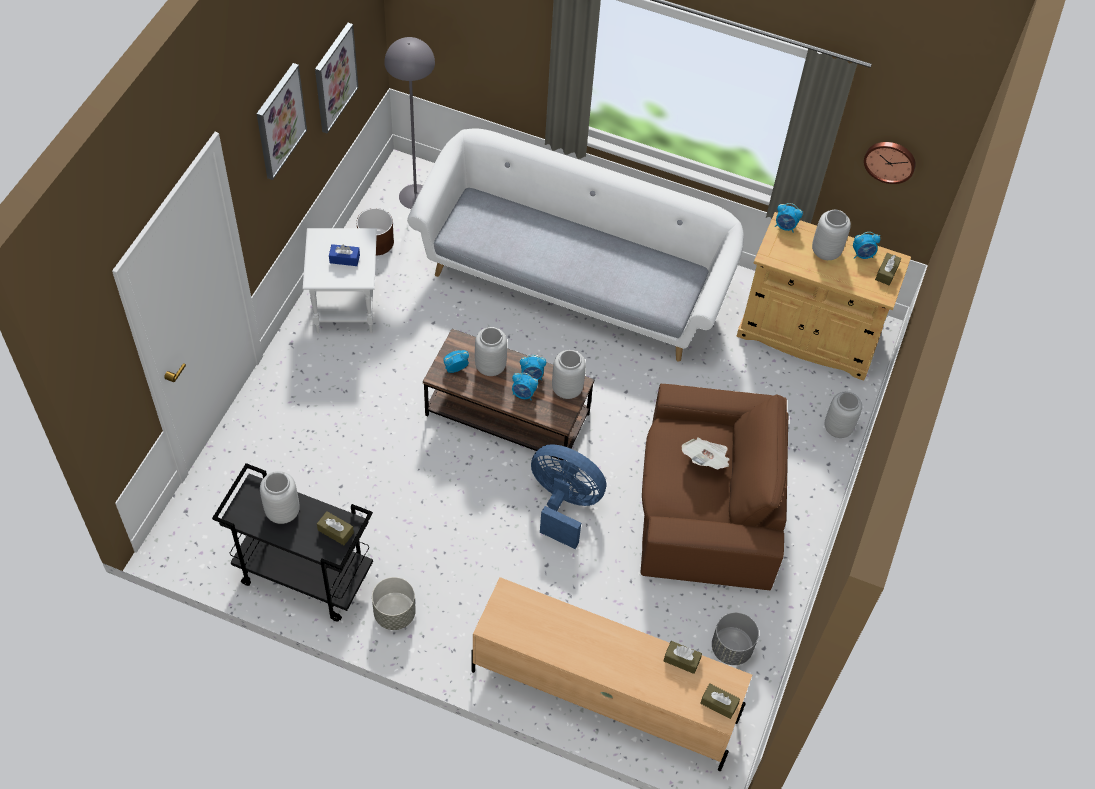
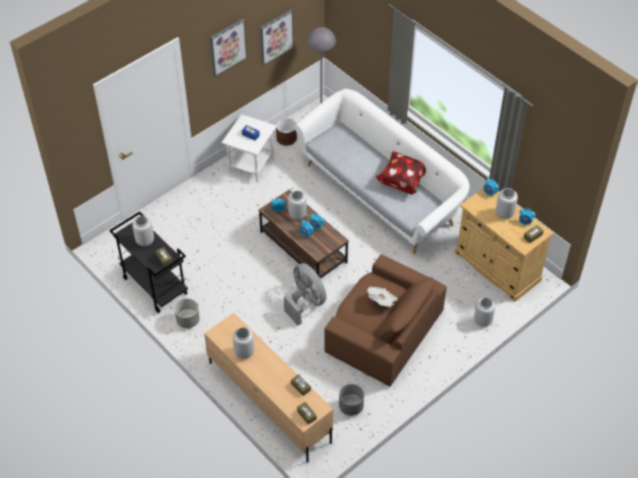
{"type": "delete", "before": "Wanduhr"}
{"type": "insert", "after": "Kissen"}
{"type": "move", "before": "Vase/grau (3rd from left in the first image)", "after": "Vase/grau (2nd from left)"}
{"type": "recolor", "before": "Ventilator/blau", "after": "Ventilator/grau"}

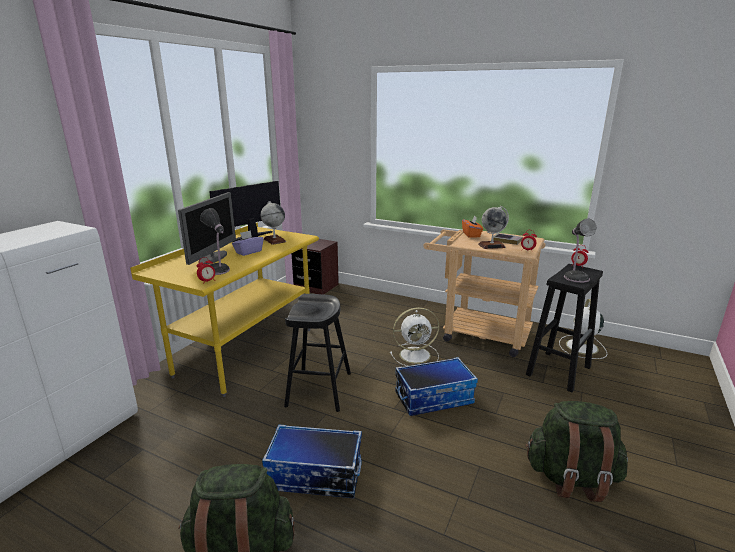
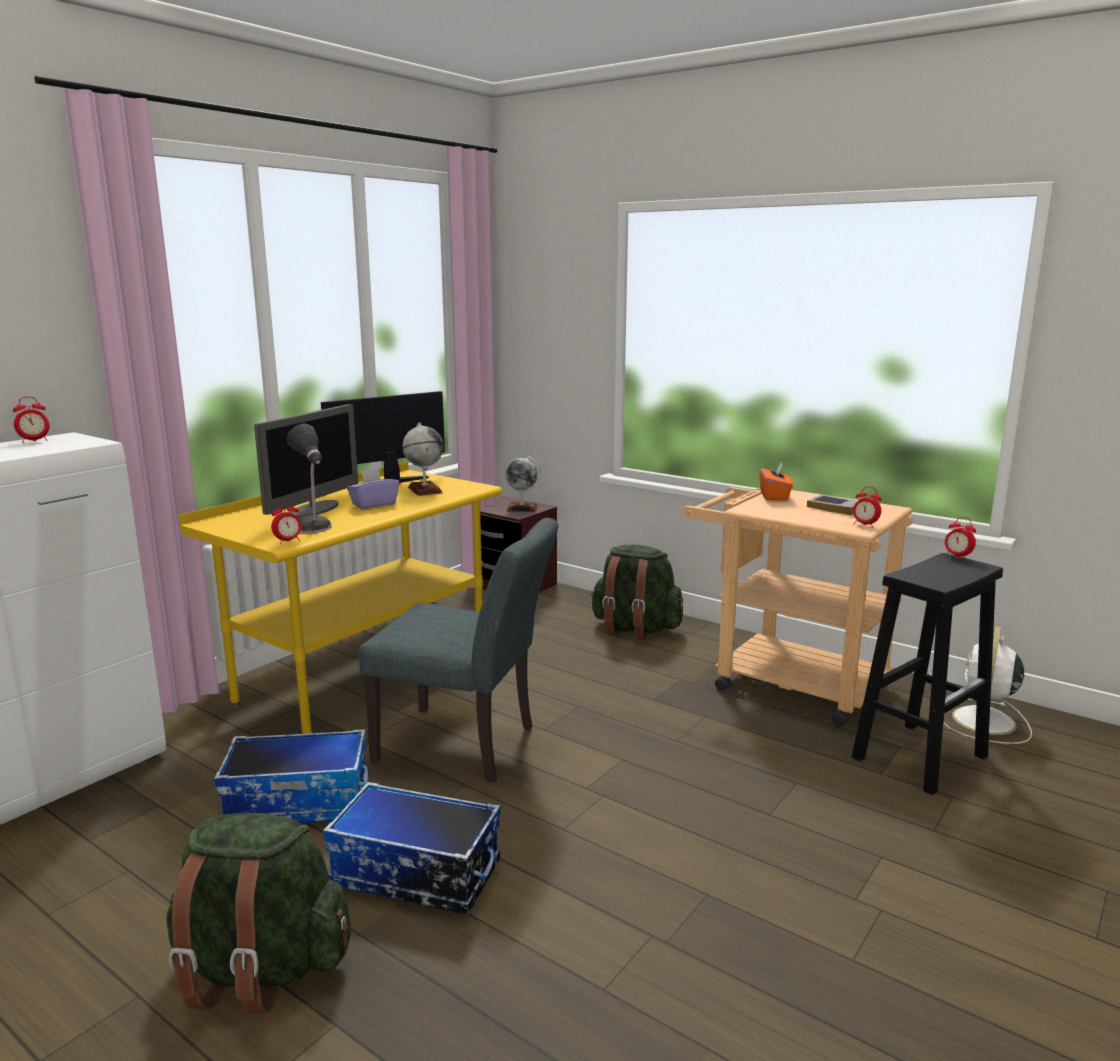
{"type": "delete", "before": "Ventilator/weiß (1st from left)"}
{"type": "delete", "before": "Tischlampe (2nd from left)"}
{"type": "insert", "after": "Wecker (1st from left)"}
{"type": "move", "before": "Aufbewahrungsbox (2nd from left in the first image)", "after": "Aufbewahrungsbox (1st from left)"}
{"type": "move", "before": "Globus (2nd from left)"}
{"type": "move", "before": "Rucksack/grün (2nd from left)"}
{"type": "replace", "before": "Hocker/schwarz (1st from left)", "after": "Stuhl/grau"}

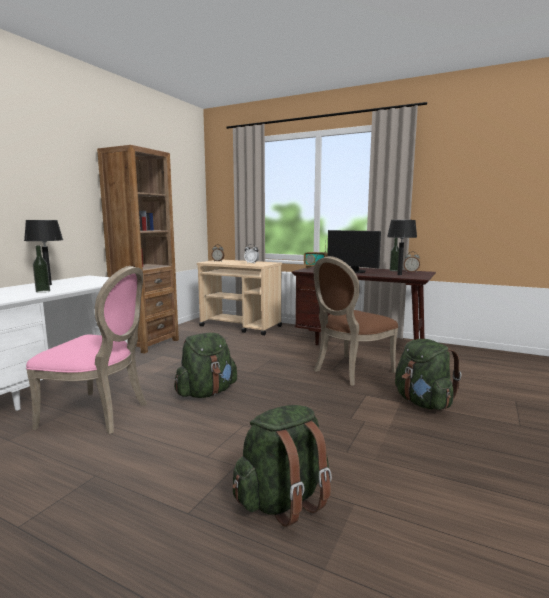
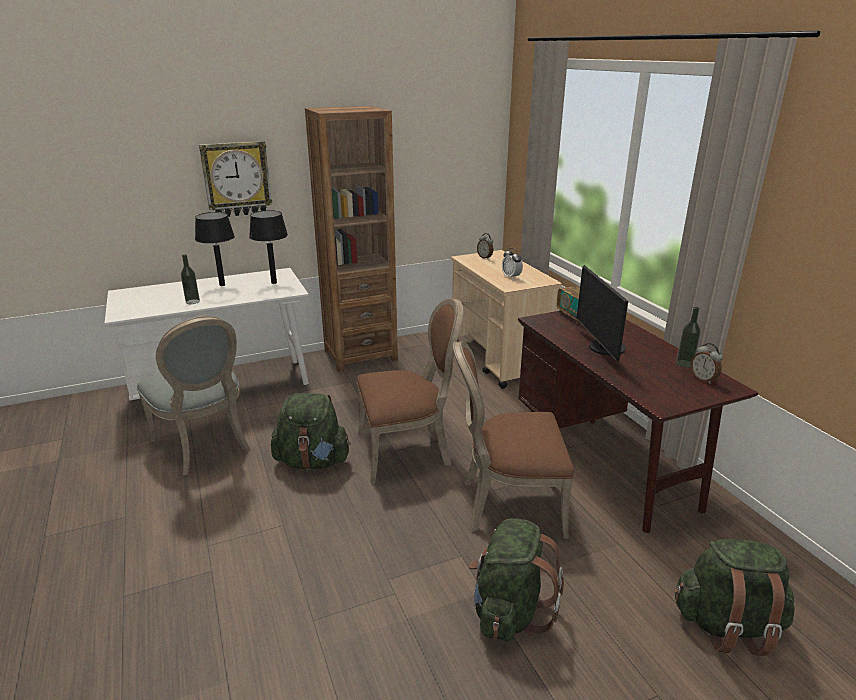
{"type": "insert", "after": "Wanduhr"}
{"type": "insert", "after": "Stuhl/braun (1st from left)"}
{"type": "move", "before": "Rucksack/grün (2nd from left in the first image)", "after": "Rucksack/grün (3rd from left)"}
{"type": "move", "before": "Tischlampe/schwarz (2nd from left)"}
{"type": "recolor", "before": "Stuhl/rosa", "after": "Stuhl/grau"}

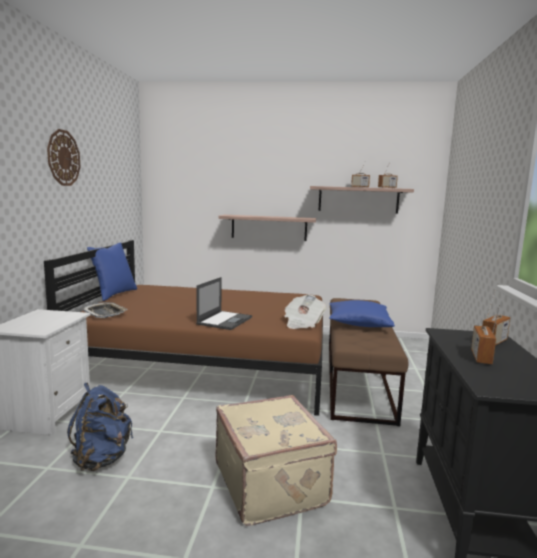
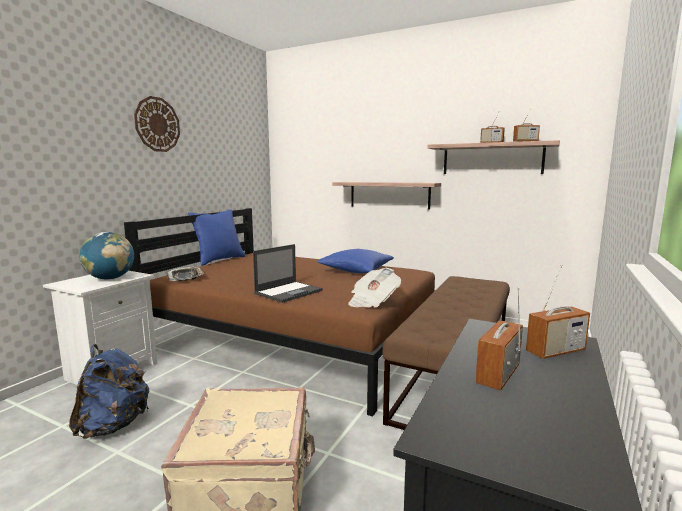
{"type": "insert", "after": "Globus"}
{"type": "move", "before": "Kissen/blau (2nd from left)"}

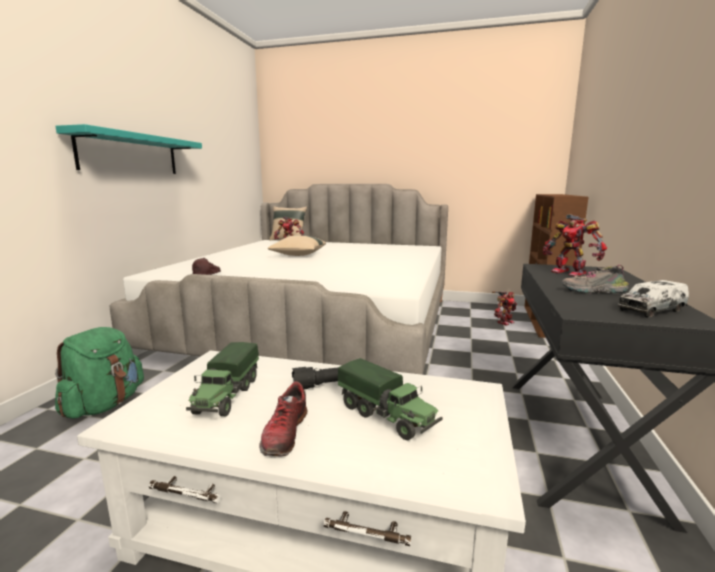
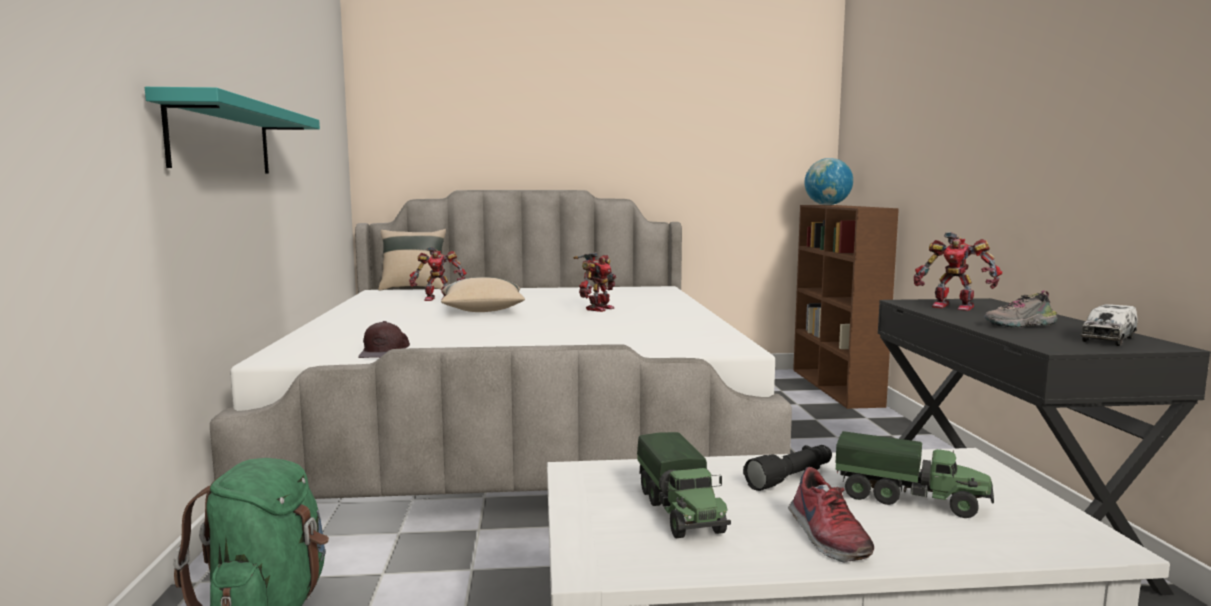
{"type": "insert", "after": "Globus"}
{"type": "move", "before": "Spielzeugroboter (2nd from left)"}

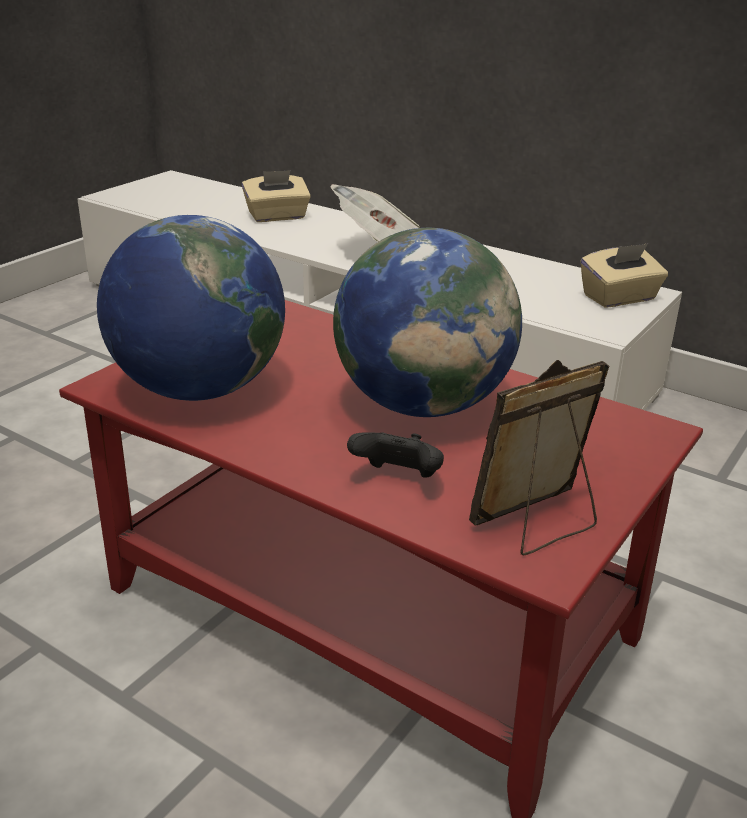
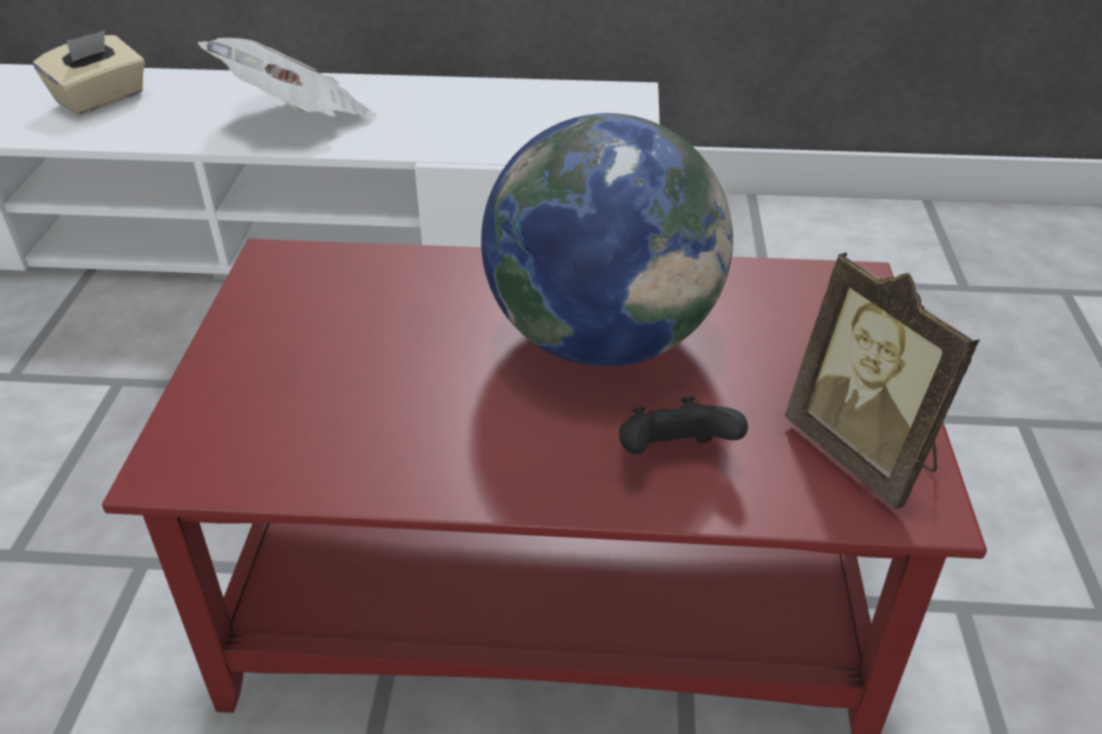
{"type": "delete", "before": "Globus (1st from left)"}
{"type": "delete", "before": "Taschentuchbox/beige (2nd from left)"}
{"type": "rotate", "before": "Bilderrahmen", "turn": -60}

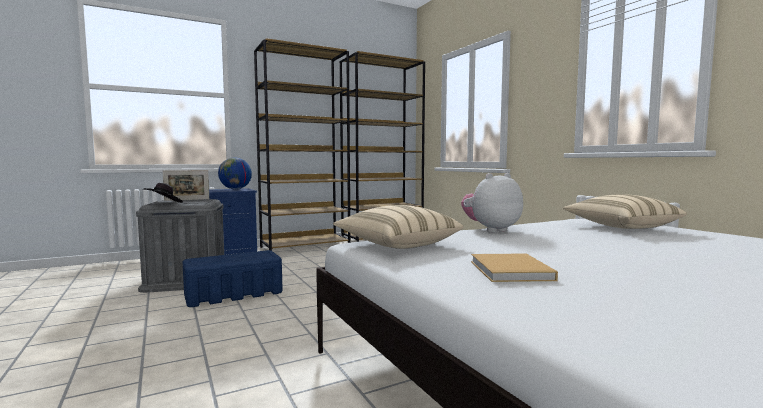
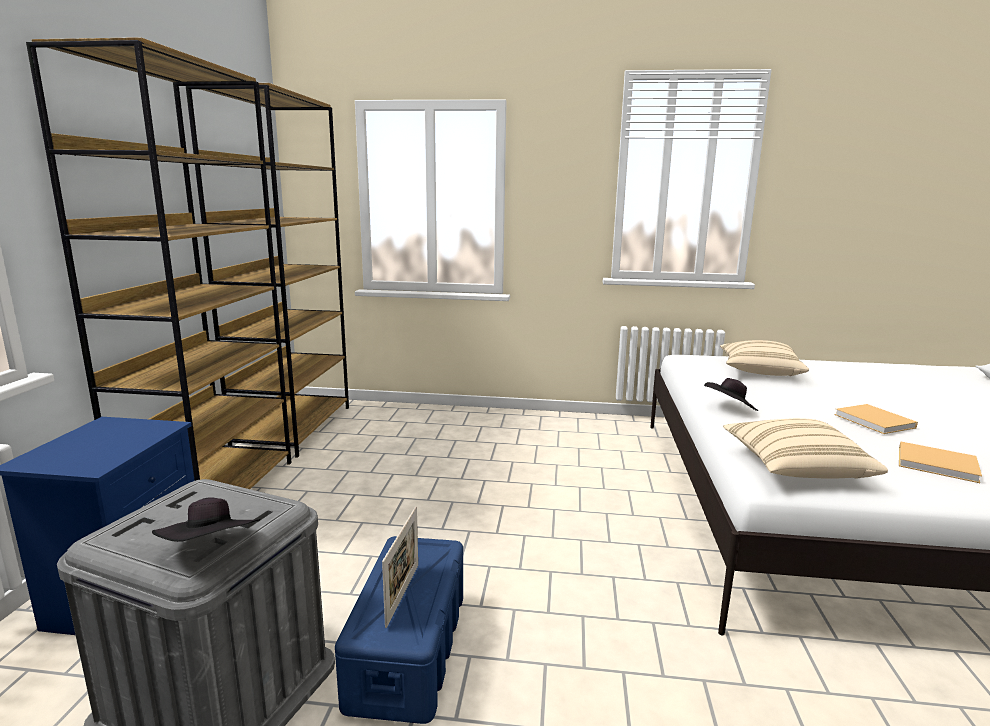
{"type": "delete", "before": "Globus"}
{"type": "insert", "after": "Buch/beige (1st from left)"}
{"type": "move", "before": "Bilderrahmen"}
{"type": "replace", "before": "Plüschtier", "after": "Hut/schwarz (2nd from left)"}

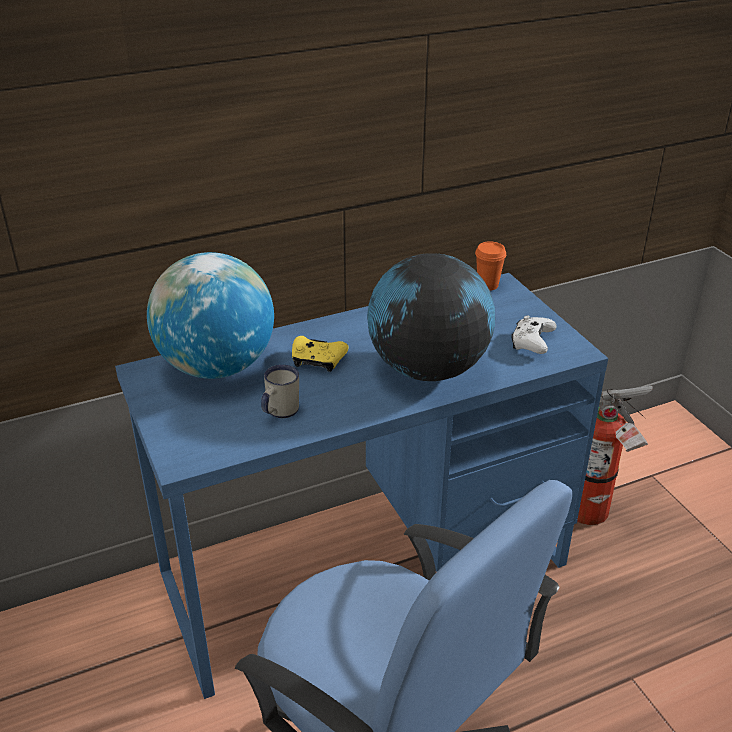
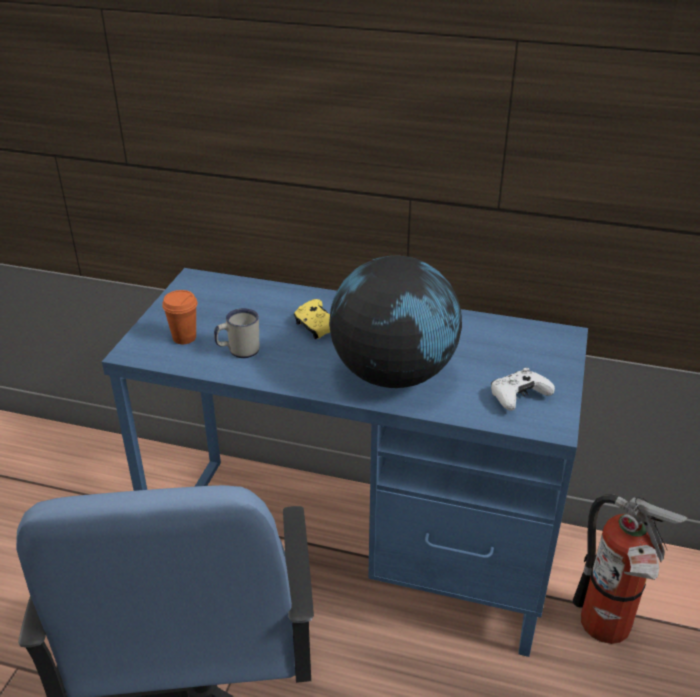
{"type": "delete", "before": "Globus (1st from left)"}
{"type": "move", "before": "Tasse/orange"}

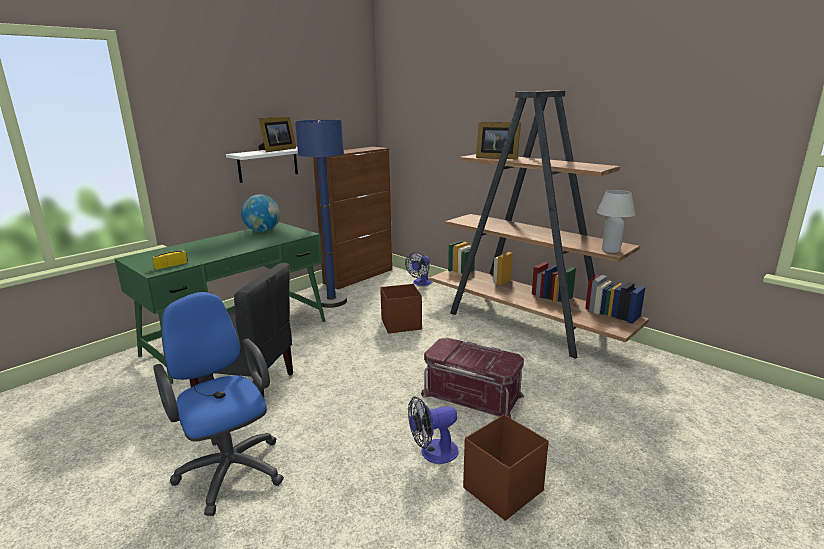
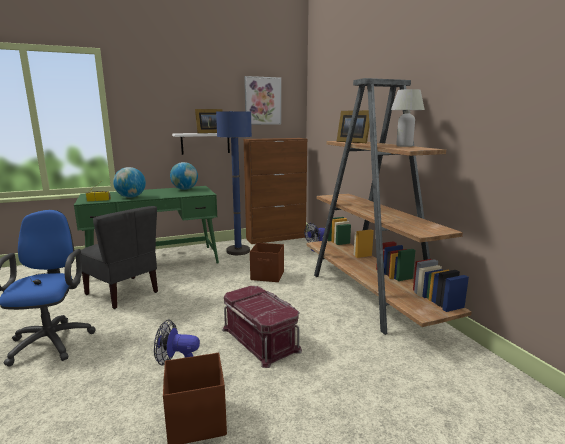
{"type": "insert", "after": "Globus (1st from left)"}
{"type": "insert", "after": "Bild"}
{"type": "move", "before": "Tischlampe/weiß"}

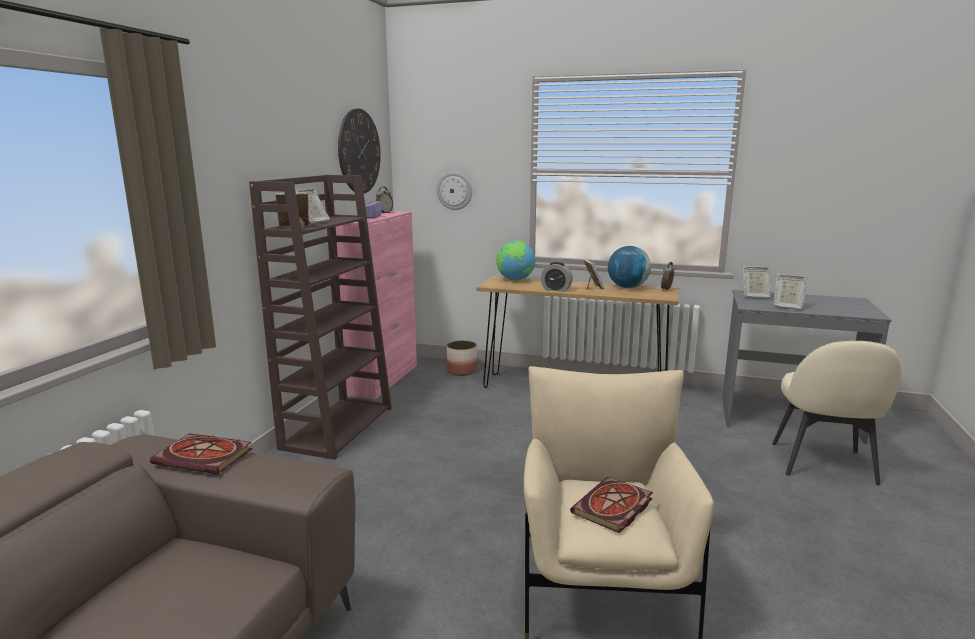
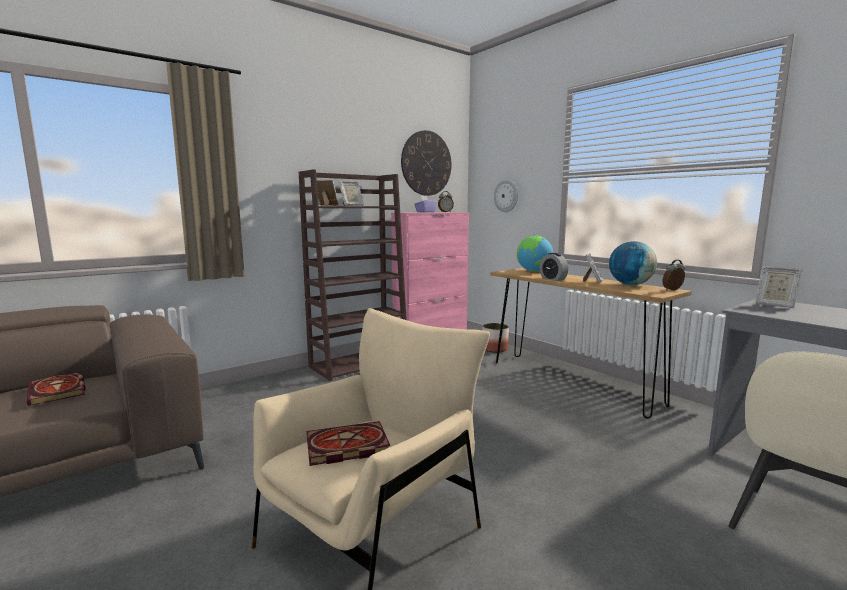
{"type": "delete", "before": "Bilderrahmen (5th from left)"}
{"type": "move", "before": "Buch (1st from left)"}

